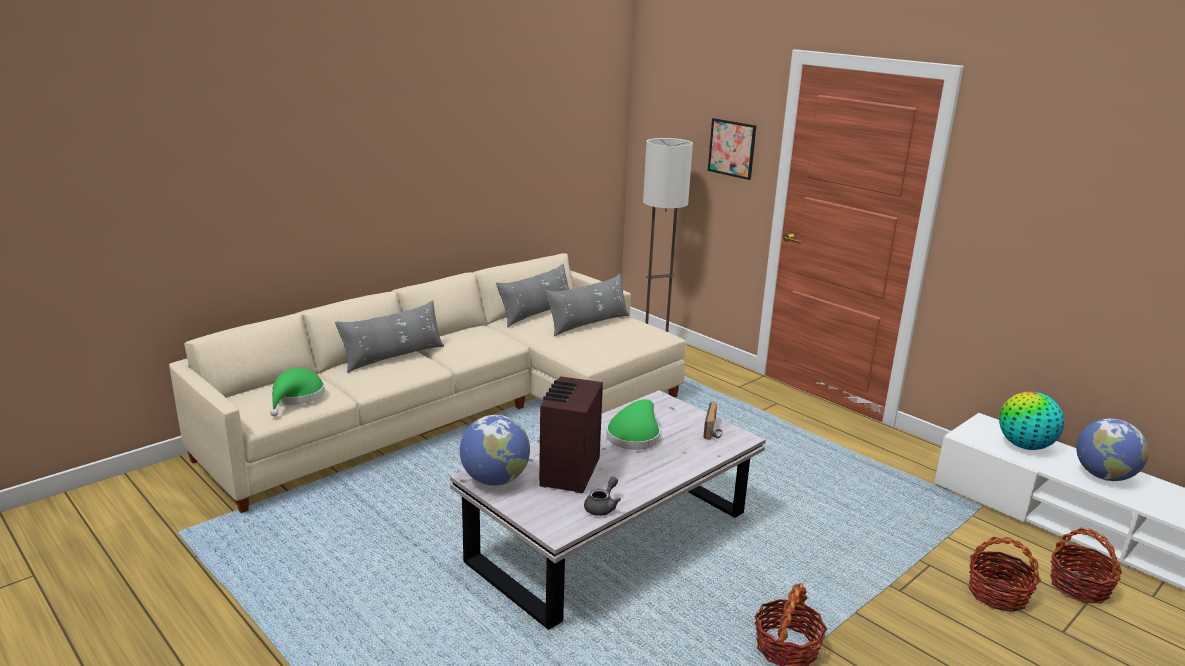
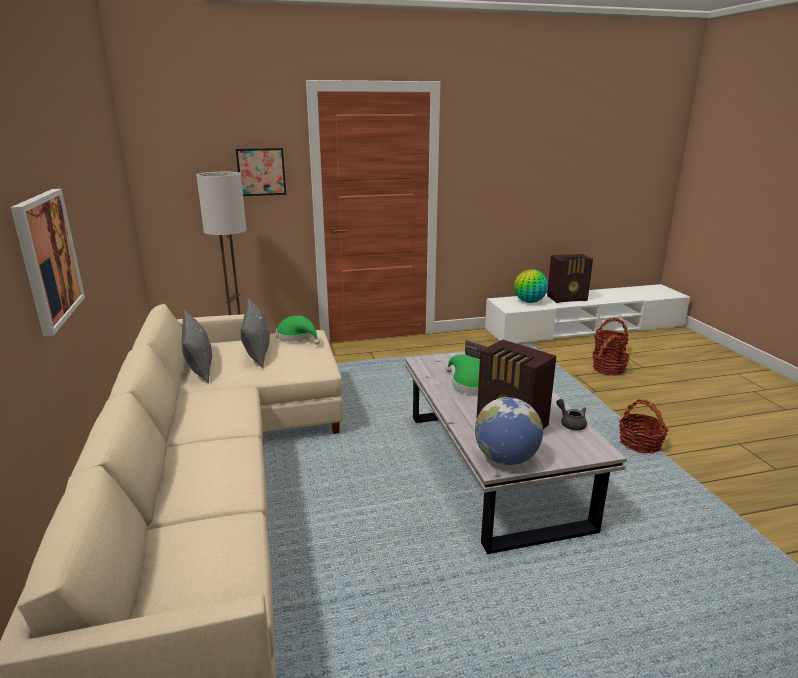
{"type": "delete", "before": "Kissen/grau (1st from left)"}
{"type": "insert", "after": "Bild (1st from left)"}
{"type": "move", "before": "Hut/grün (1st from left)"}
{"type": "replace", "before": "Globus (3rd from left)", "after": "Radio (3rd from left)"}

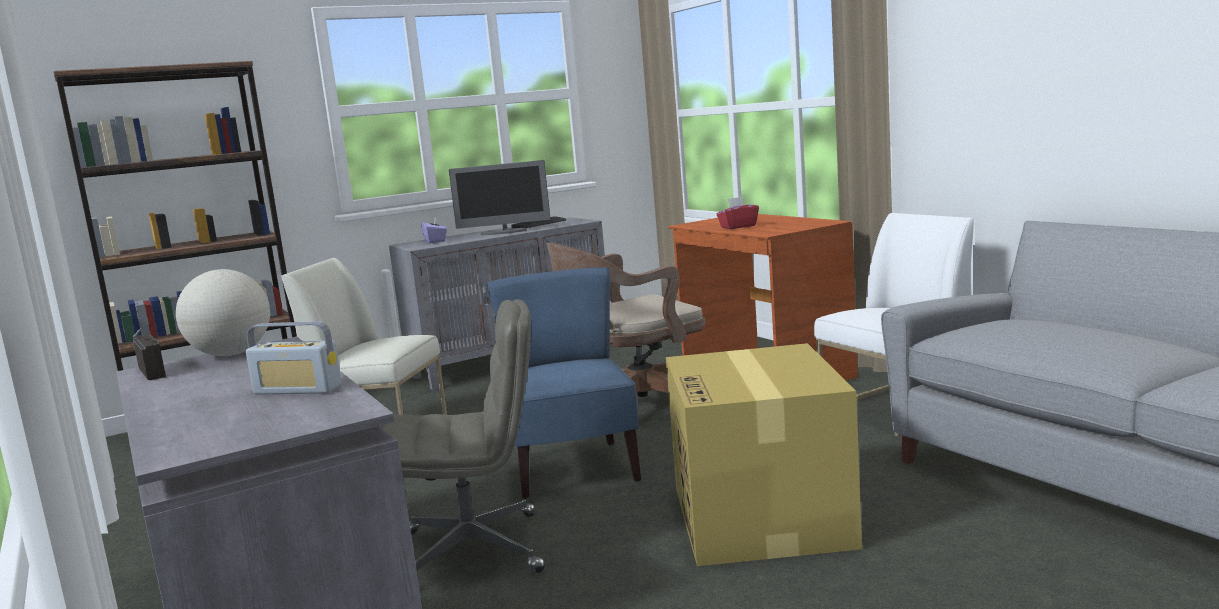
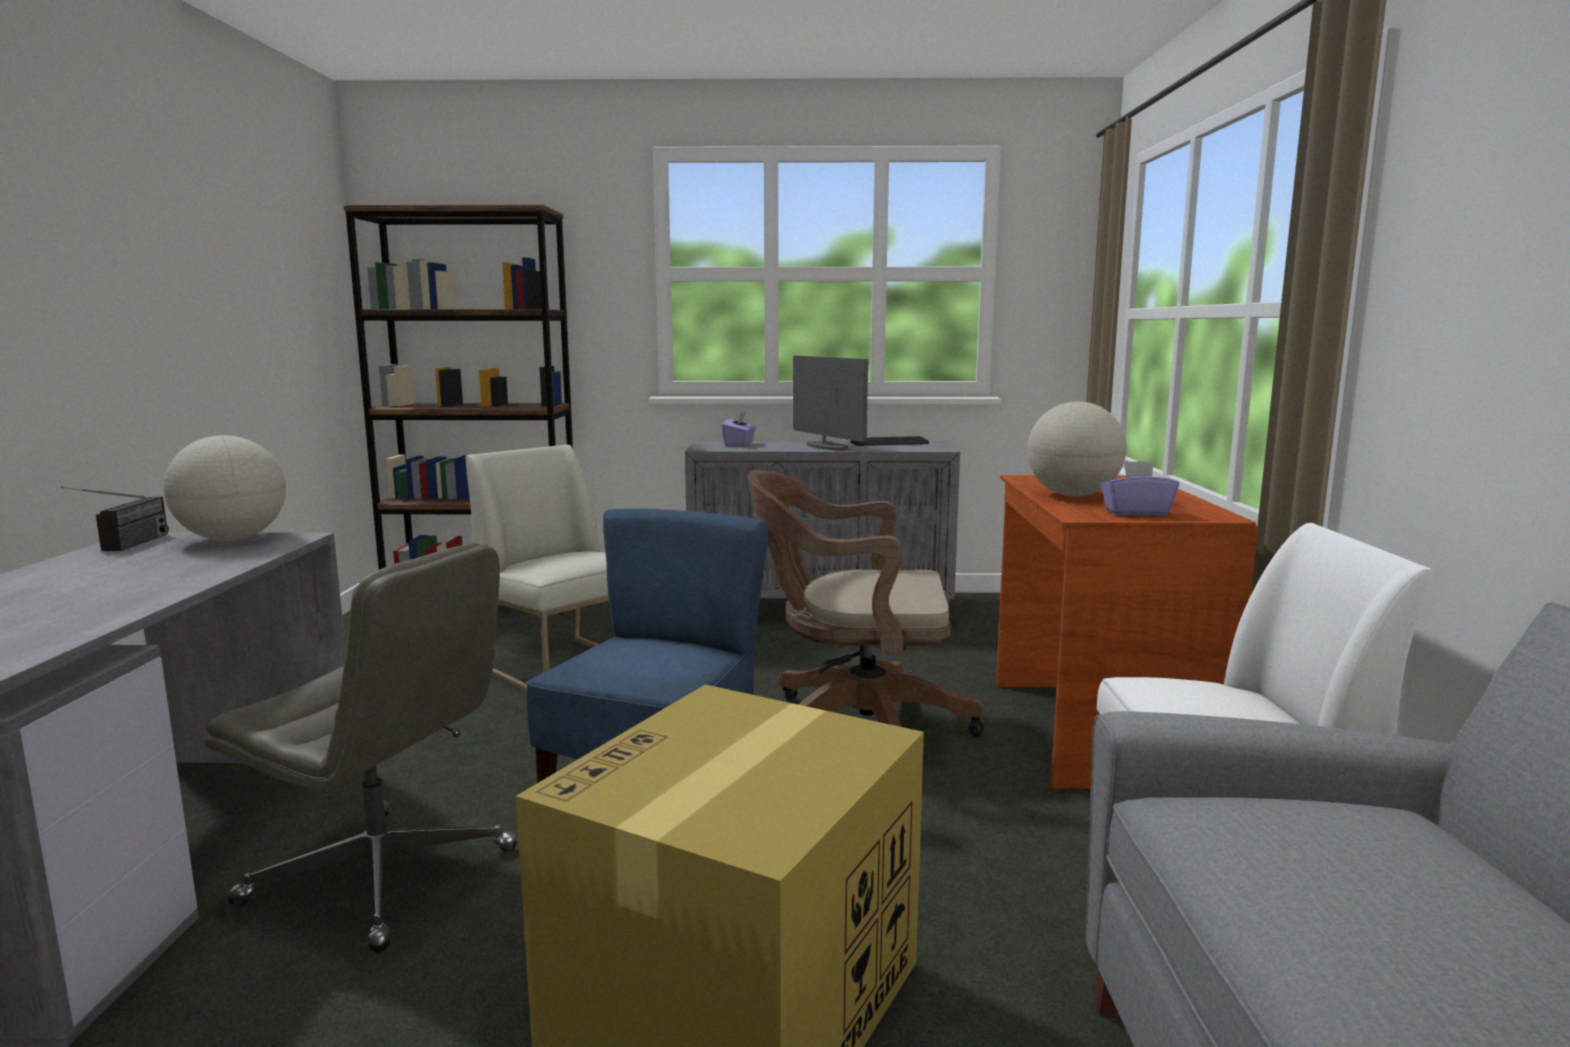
{"type": "delete", "before": "Radio (2nd from left)"}
{"type": "insert", "after": "Taschentuchbox/lila (2nd from left)"}
{"type": "replace", "before": "Taschentuchbox/rot", "after": "Globus (2nd from left)"}
{"type": "rotate", "before": "Monitor", "turn": -150}

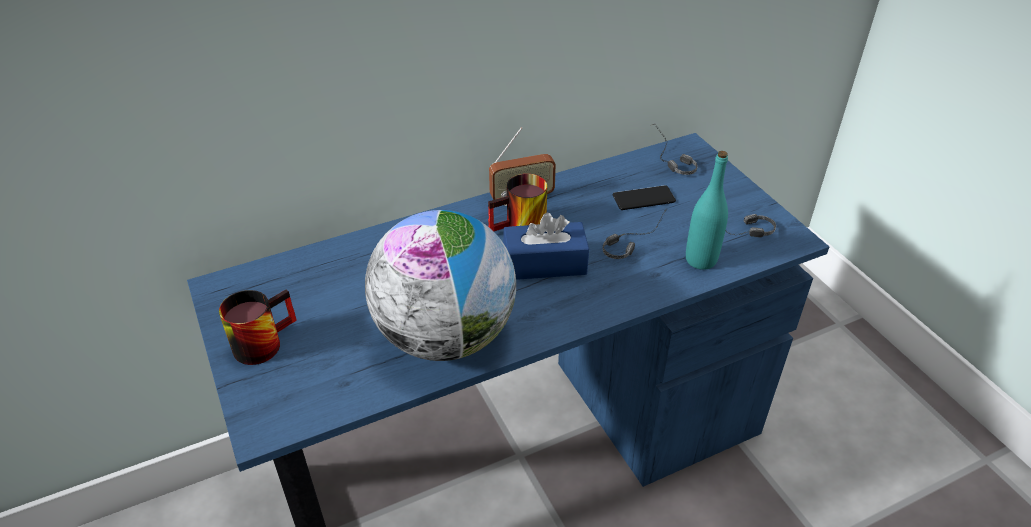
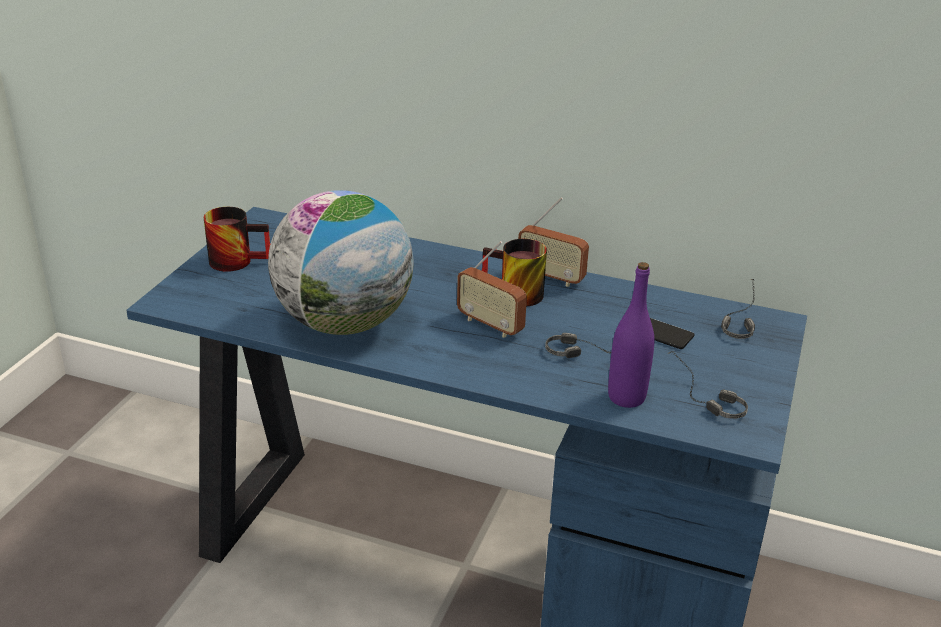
{"type": "replace", "before": "Taschentuchbox/blau", "after": "Radio (1st from left)"}
{"type": "recolor", "before": "Flasche/türkis", "after": "Flasche/lila"}

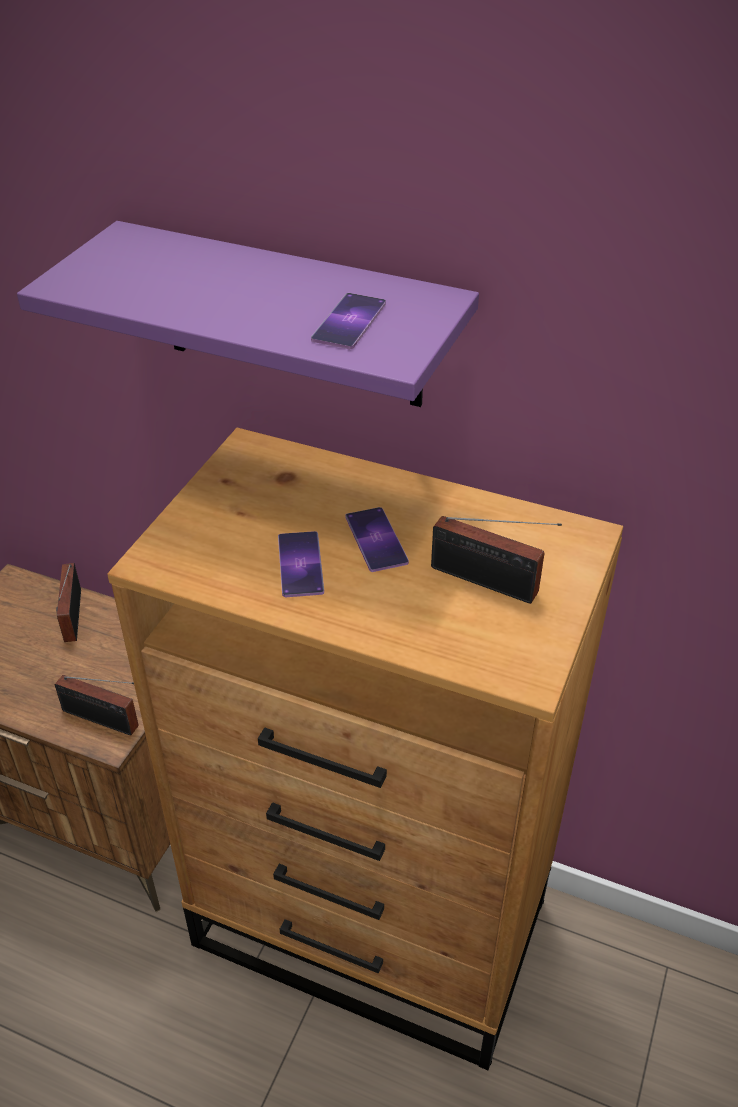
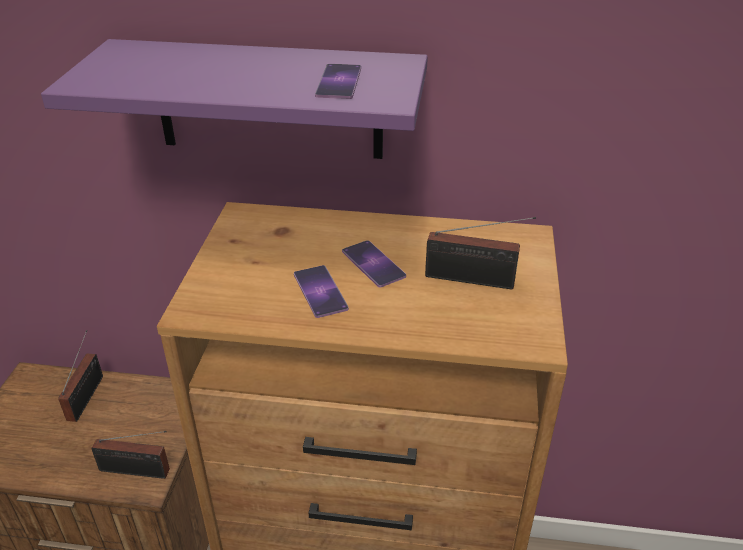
{"type": "rotate", "before": "Radio (1st from left)", "turn": -150}

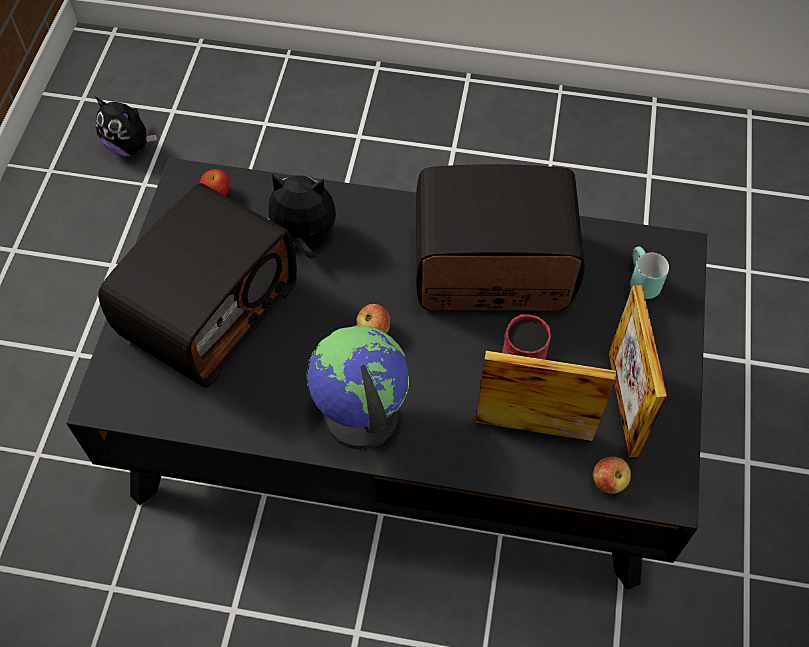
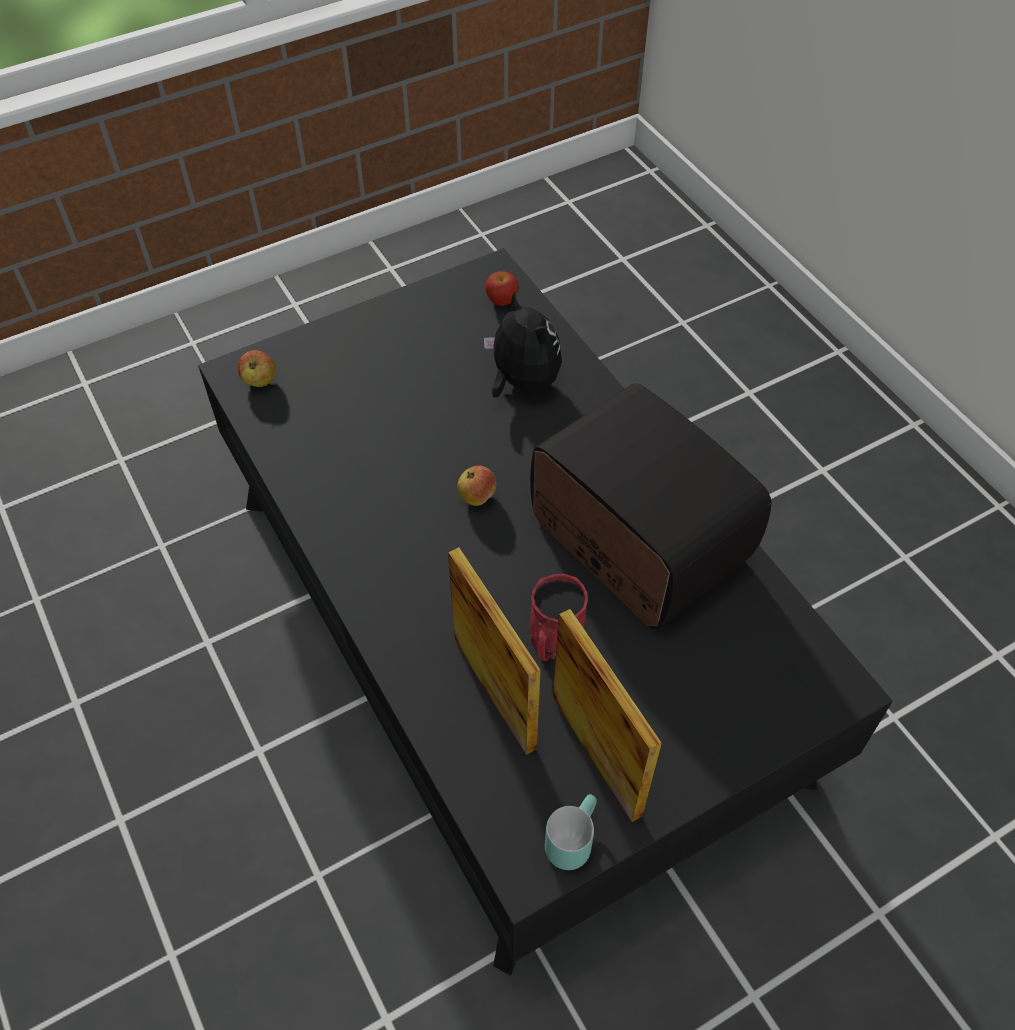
{"type": "delete", "before": "Plüschtier (1st from left)"}
{"type": "delete", "before": "Radio (1st from left)"}
{"type": "delete", "before": "Globus"}
{"type": "move", "before": "Apfel (3rd from left in the first image)", "after": "Apfel (1st from left)"}
{"type": "move", "before": "Henkelbecher/türkis"}
{"type": "rotate", "before": "Bilderrahmen (2nd from left)", "turn": 105}

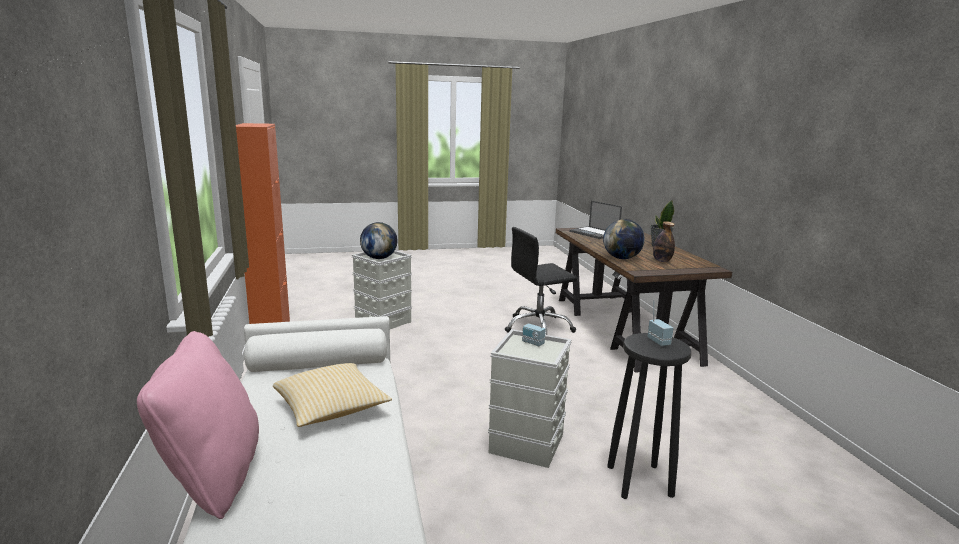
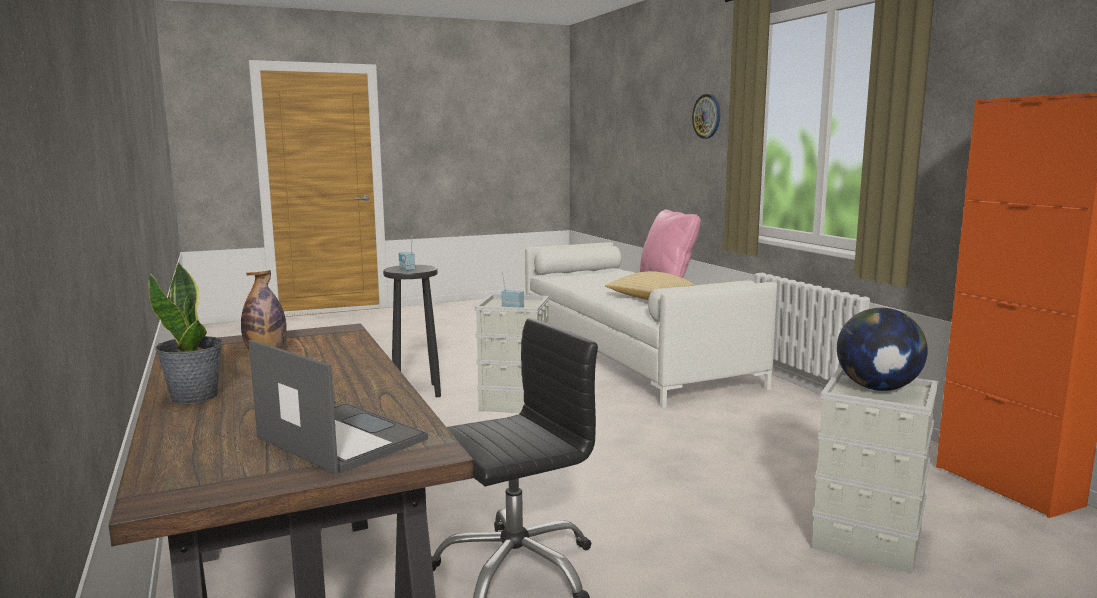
{"type": "delete", "before": "Globus (2nd from left)"}
{"type": "insert", "after": "Wanduhr"}

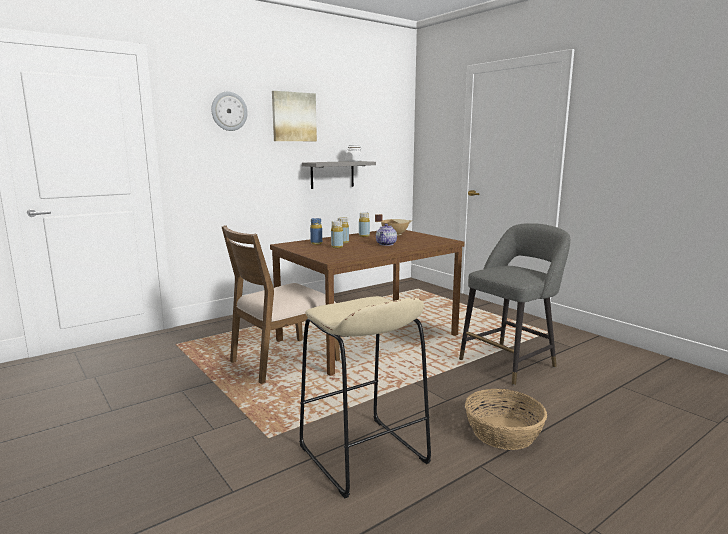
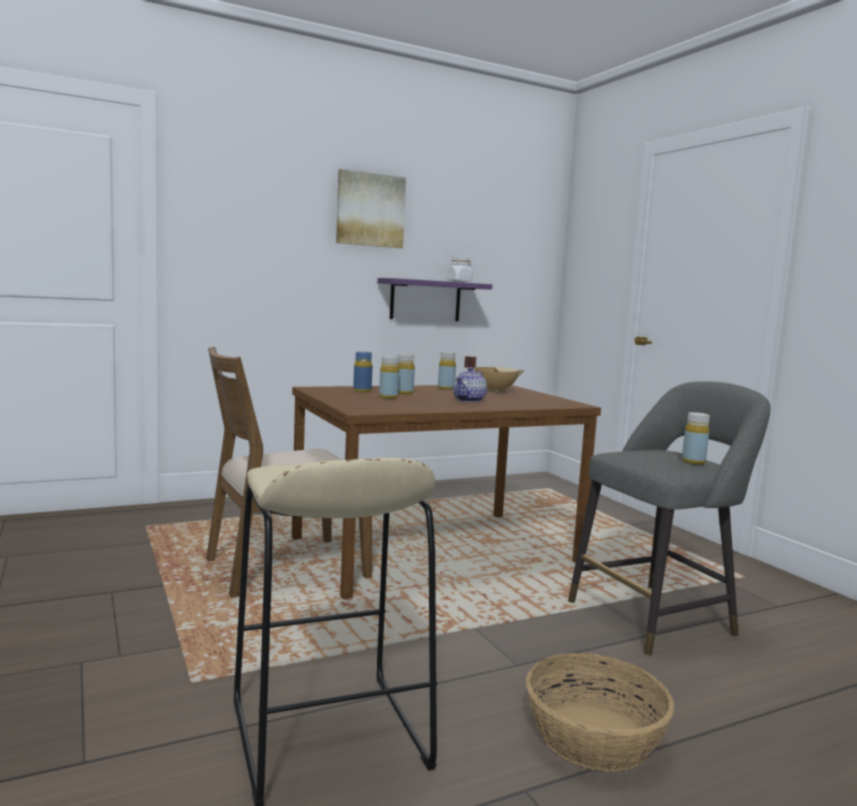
{"type": "delete", "before": "Wanduhr"}
{"type": "insert", "after": "Flasche/gelb (4th from left)"}
{"type": "recolor", "before": "Wandregal/grau", "after": "Wandregal/lila"}

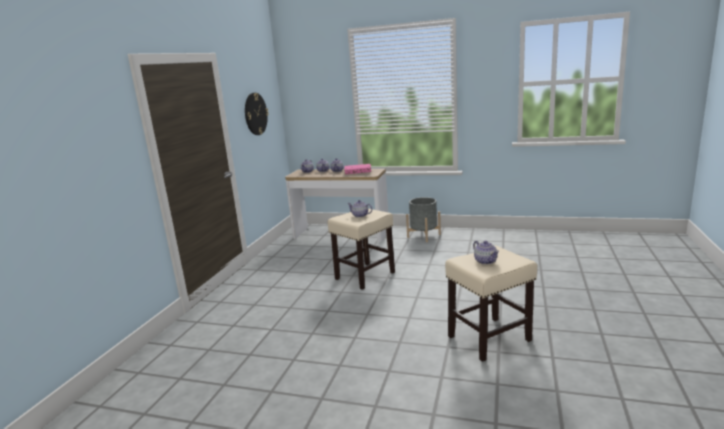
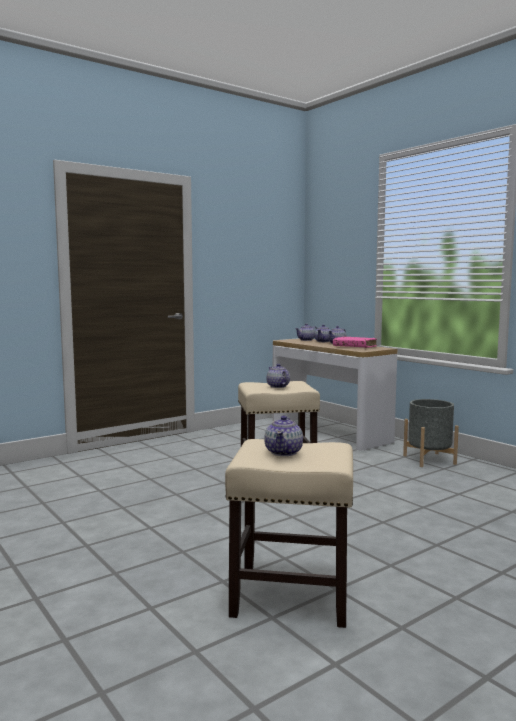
{"type": "delete", "before": "Wanduhr"}

